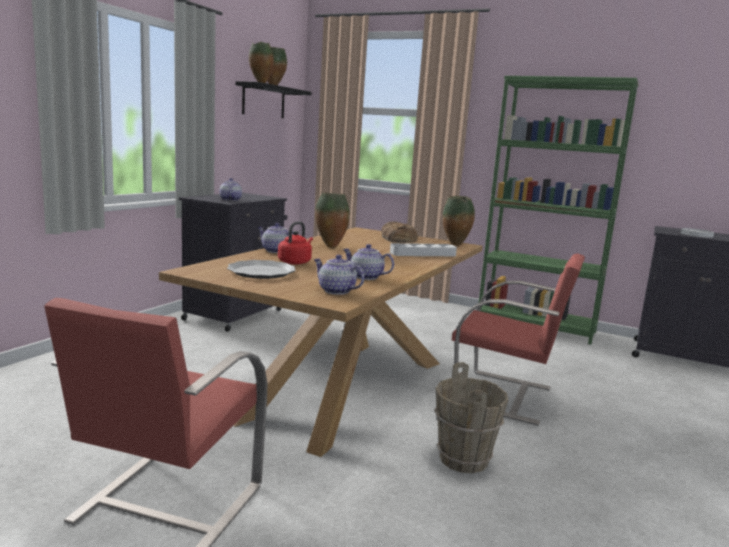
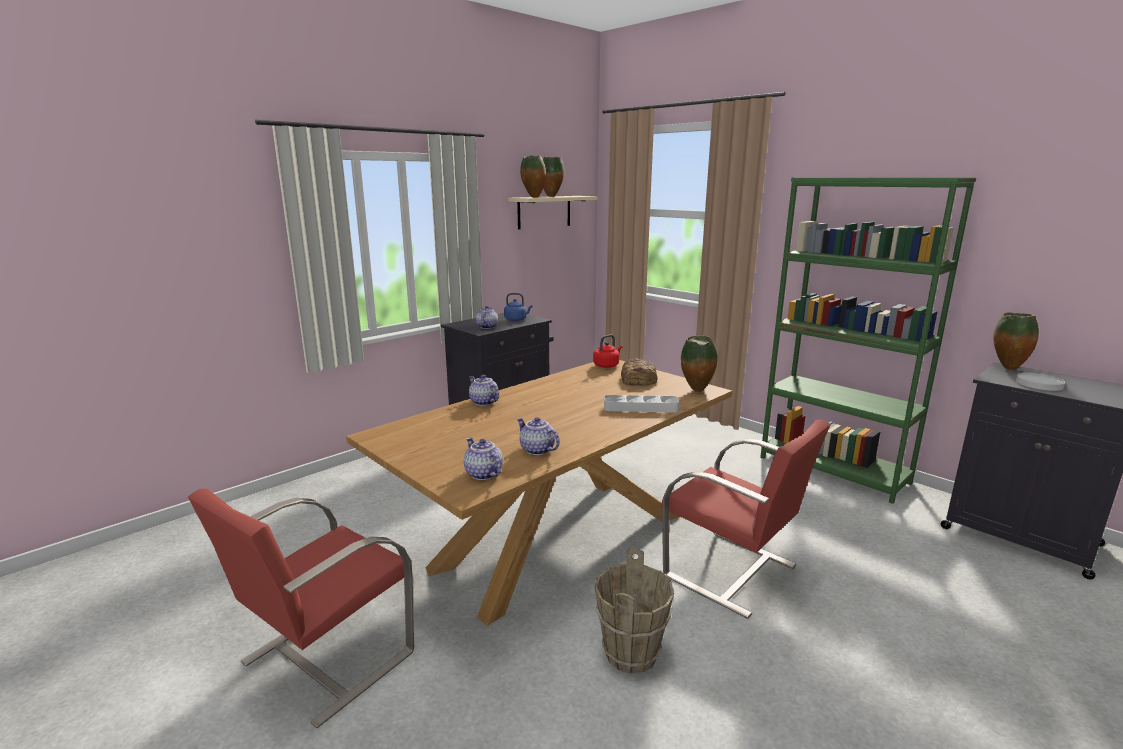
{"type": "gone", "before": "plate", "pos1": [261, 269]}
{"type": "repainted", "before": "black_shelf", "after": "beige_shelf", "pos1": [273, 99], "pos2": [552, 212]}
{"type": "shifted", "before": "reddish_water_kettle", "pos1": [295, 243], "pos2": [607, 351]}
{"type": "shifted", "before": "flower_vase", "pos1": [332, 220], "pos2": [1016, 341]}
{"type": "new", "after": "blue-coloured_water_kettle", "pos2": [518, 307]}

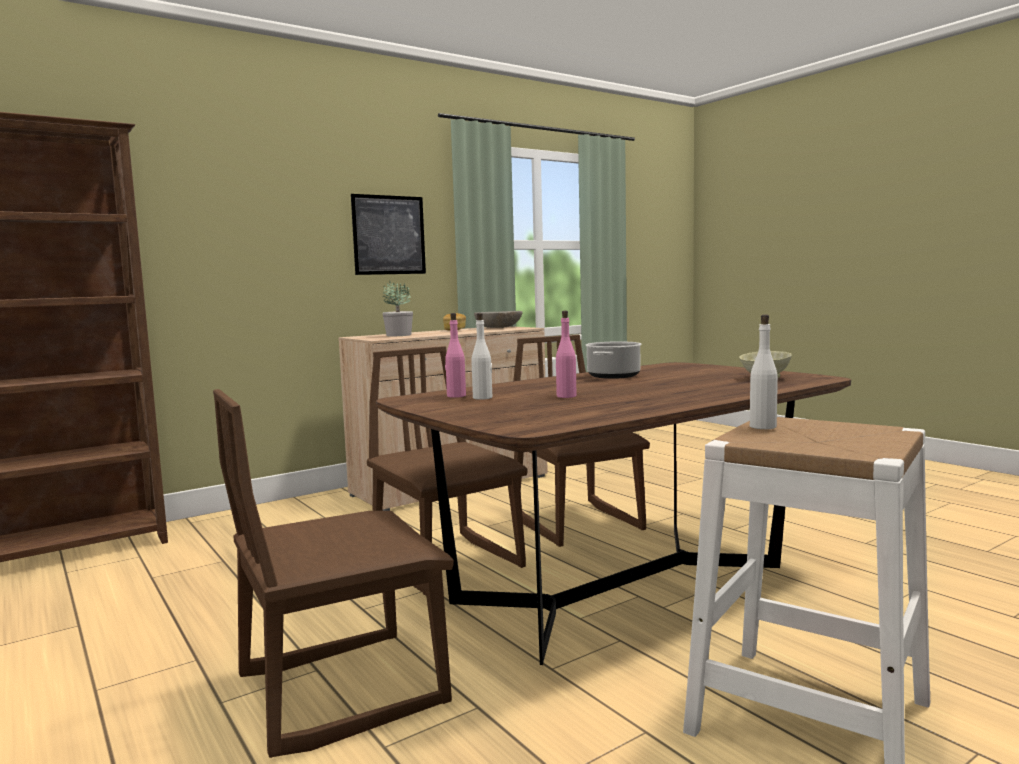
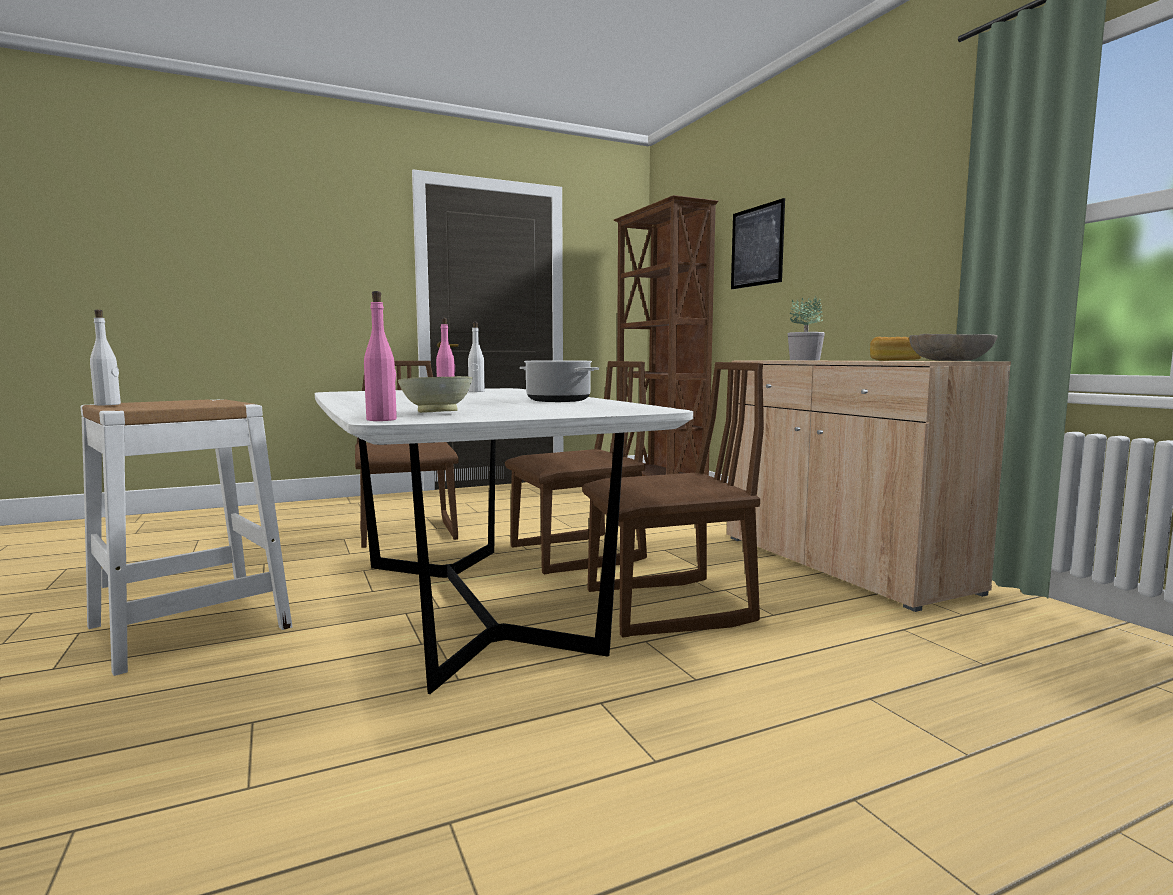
{"type": "shifted", "before": "picture", "pos1": [388, 234], "pos2": [758, 243]}
{"type": "repainted", "before": "brownish_dinner_table", "after": "white-coloured_dinner_table", "pos1": [613, 513], "pos2": [504, 541]}
{"type": "shifted", "before": "pink-coloured_drink_bottle", "pos1": [455, 355], "pos2": [380, 356]}
{"type": "shifted", "before": "white-coloured_drink_bottle", "pos1": [764, 372], "pos2": [105, 357]}

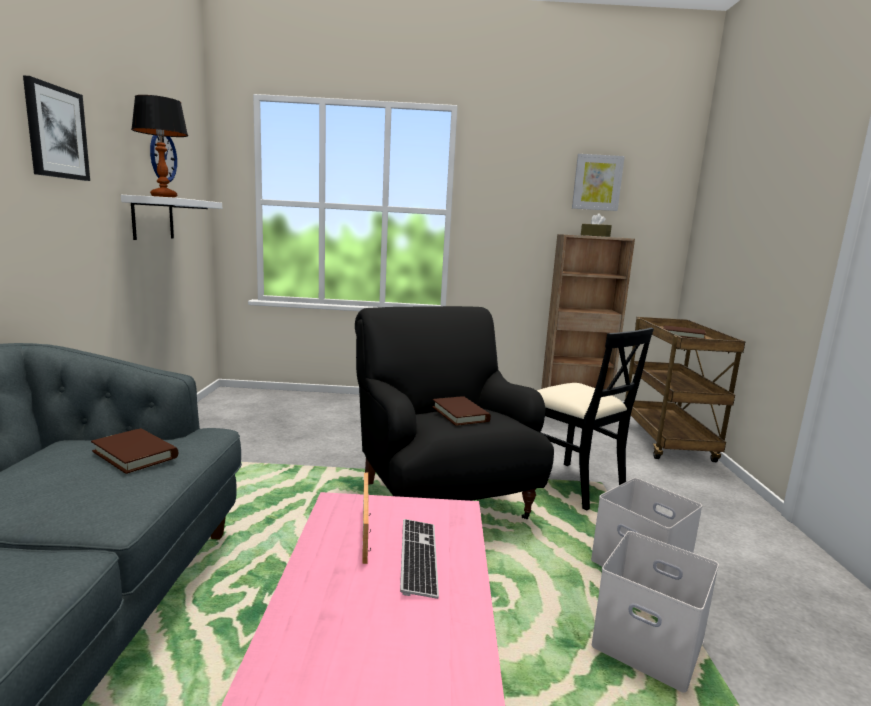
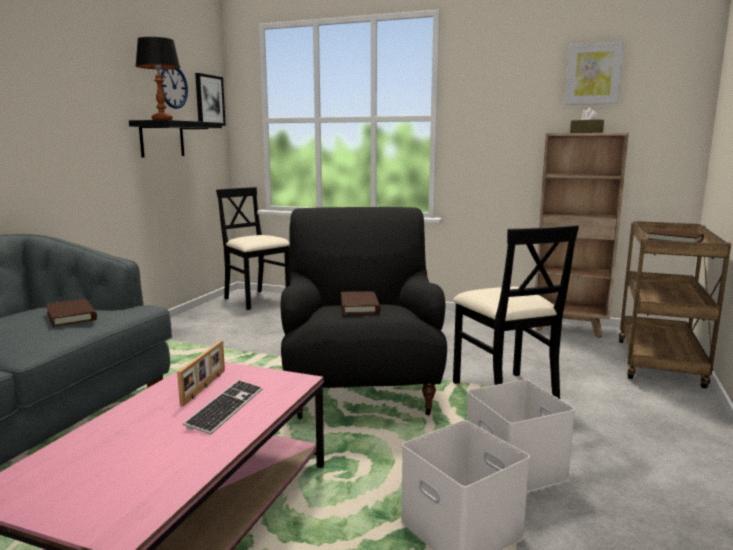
{"type": "shifted", "before": "picture", "pos1": [56, 128], "pos2": [210, 99]}
{"type": "repainted", "before": "white-coloured_shelf", "after": "black_shelf", "pos1": [171, 217], "pos2": [175, 138]}
{"type": "new", "after": "black_chair", "pos2": [253, 248]}

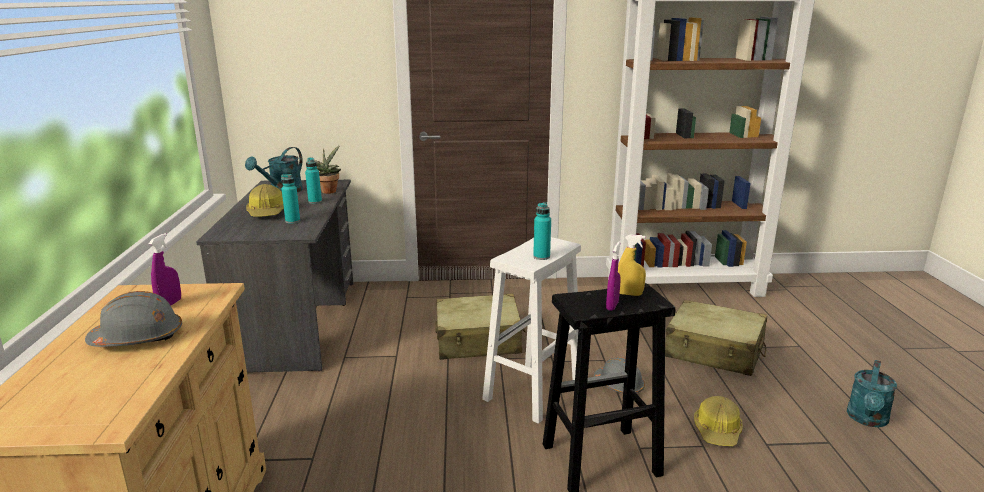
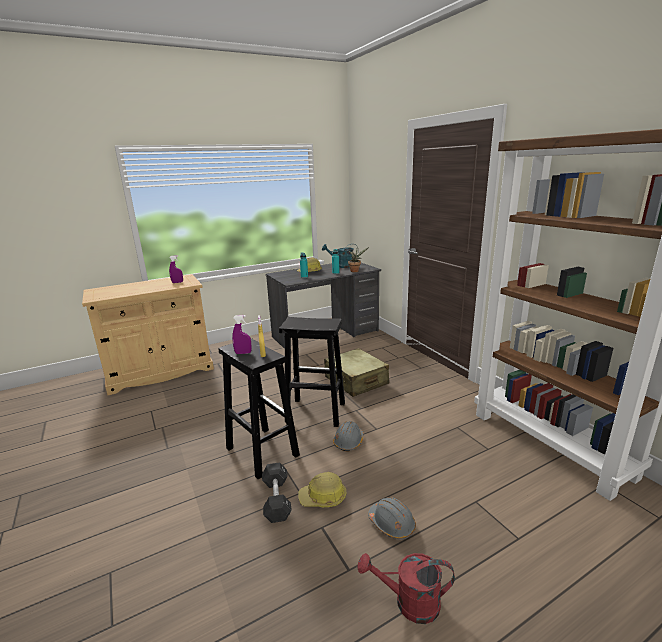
{"type": "shifted", "before": "gray_safety_helmet", "pos1": [133, 319], "pos2": [392, 518]}
{"type": "repainted", "before": "white-coloured_stool_seat", "after": "black_stool_seat", "pos1": [531, 330], "pos2": [312, 372]}
{"type": "gone", "before": "turquoise-coloured_drink_bottle", "pos1": [542, 231]}
{"type": "gone", "before": "beige_travel_case", "pos1": [716, 338]}
{"type": "repainted", "before": "turquoise-coloured_watering_pot", "after": "reddish_watering_pot", "pos1": [872, 393], "pos2": [406, 588]}
{"type": "new", "after": "black_dumbbell", "pos2": [277, 492]}

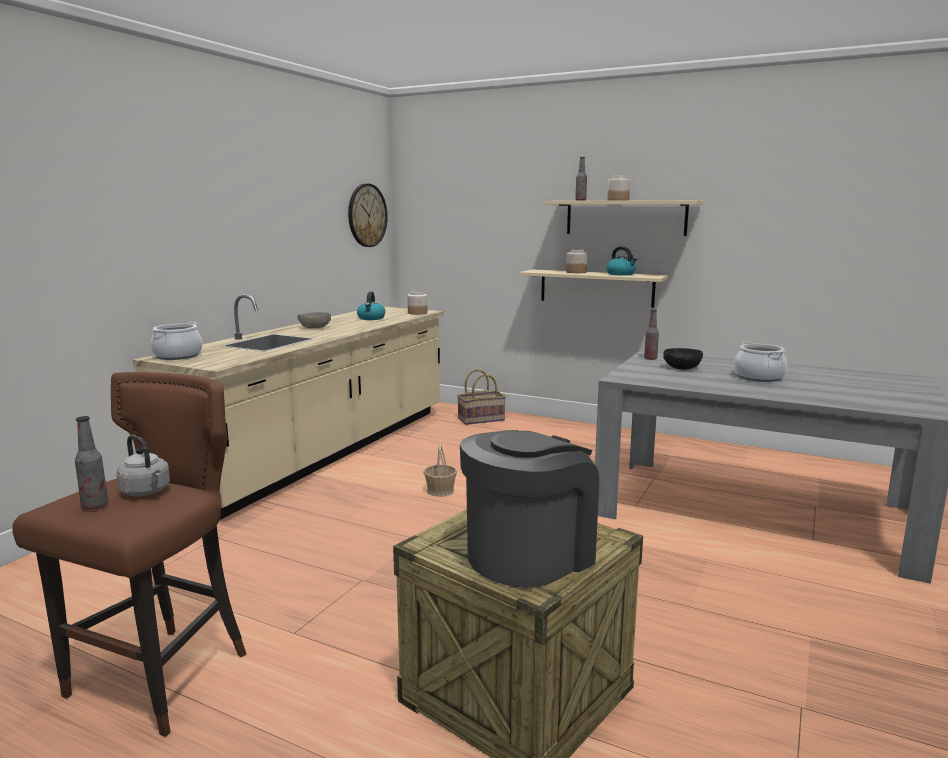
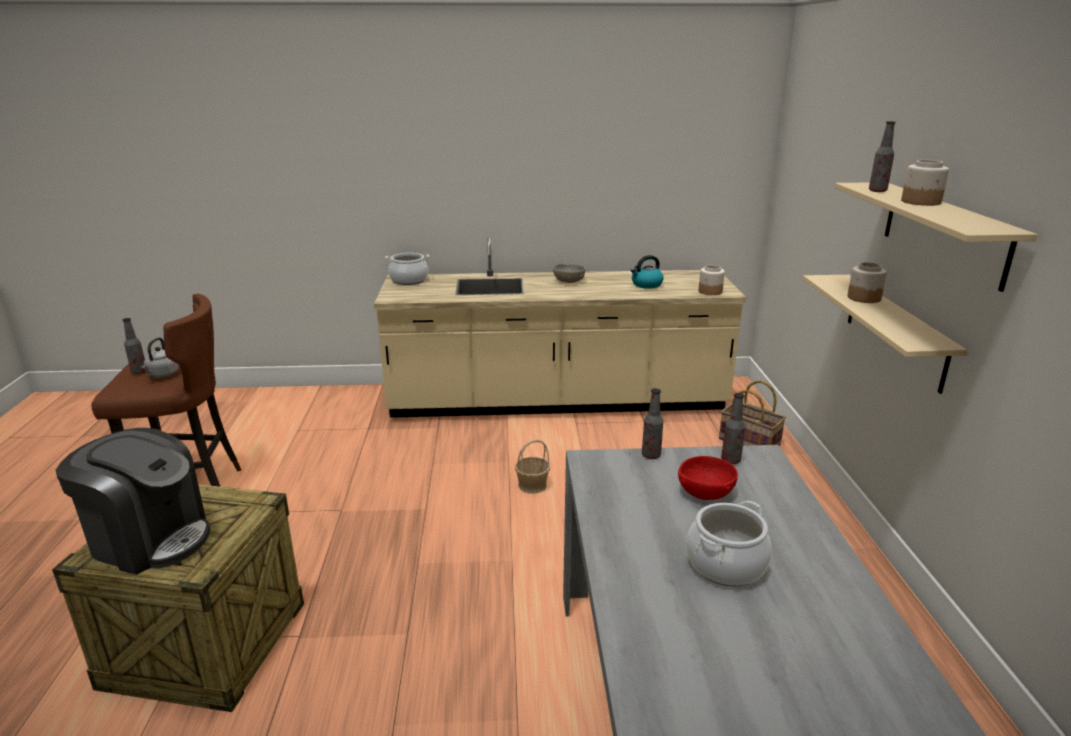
{"type": "gone", "before": "clock_on_the_wall", "pos1": [368, 215]}
{"type": "gone", "before": "water_kettle", "pos1": [621, 260]}
{"type": "repainted", "before": "black_serving_bowl", "after": "reddish_serving_bowl", "pos1": [683, 359], "pos2": [708, 478]}
{"type": "new", "after": "drink_bottle", "pos2": [652, 423]}

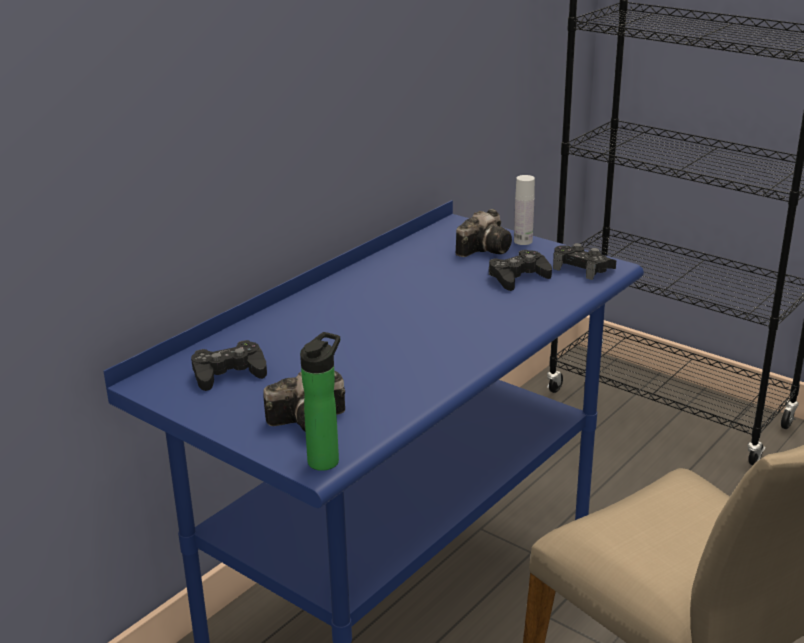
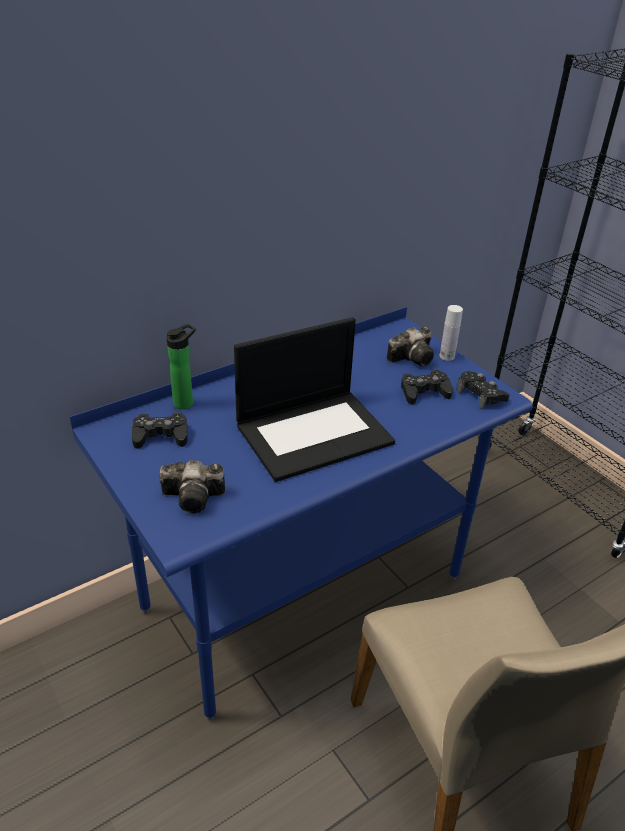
{"type": "shifted", "before": "drink_bottle", "pos1": [320, 401], "pos2": [181, 366]}
{"type": "new", "after": "notebook_computer", "pos2": [314, 399]}

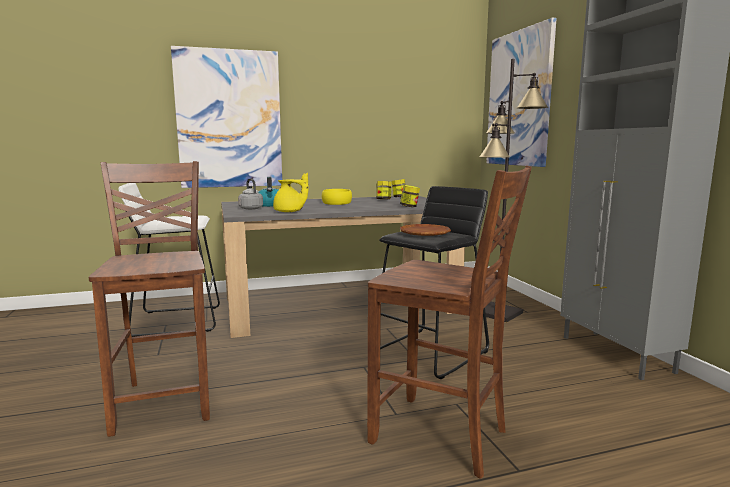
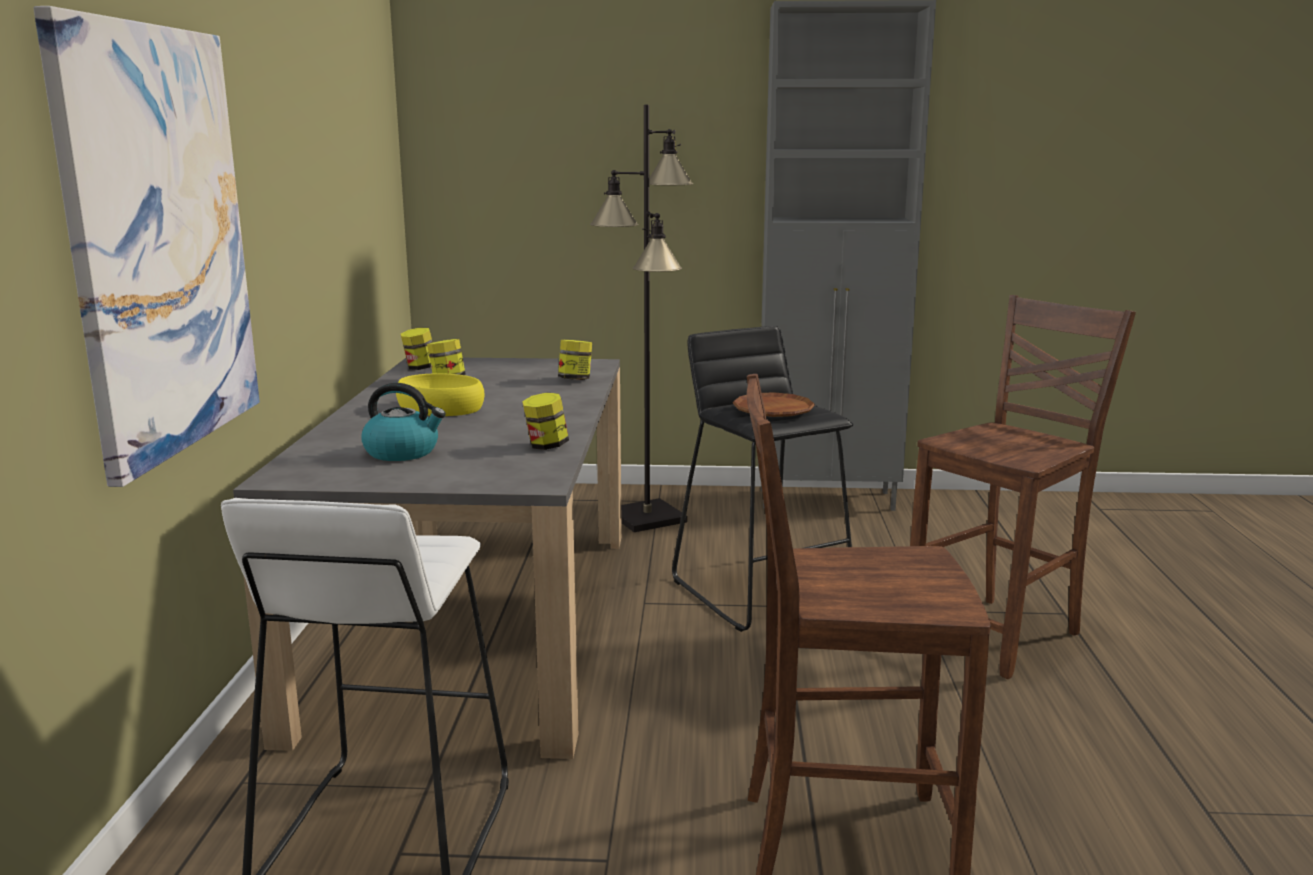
{"type": "gone", "before": "gray_water_kettle", "pos1": [250, 194]}
{"type": "swapped", "before": "yellowish_tea_pot", "after": "preserve_jar", "pos1": [290, 192], "pos2": [545, 421]}
{"type": "gone", "before": "picture", "pos1": [521, 92]}

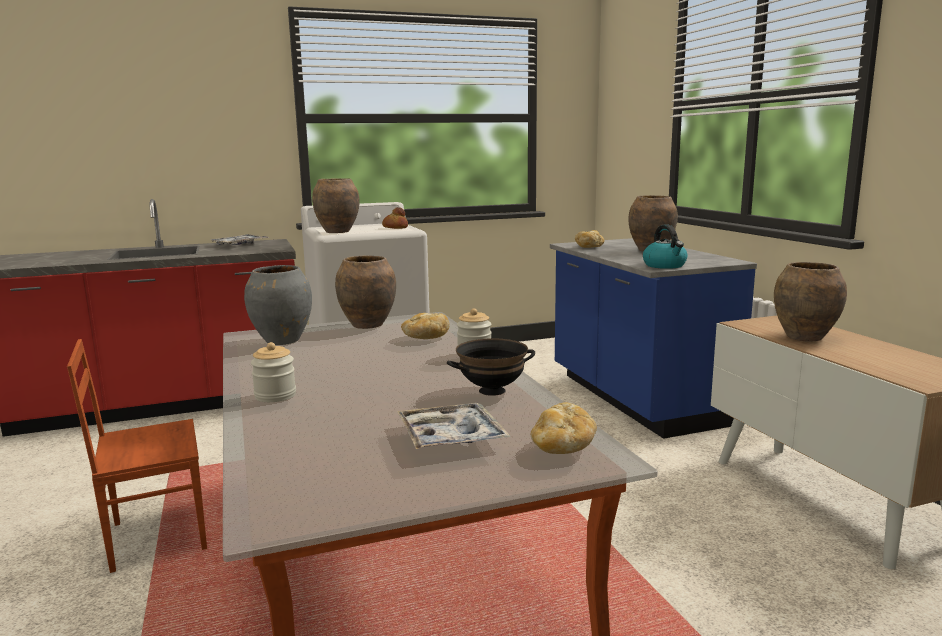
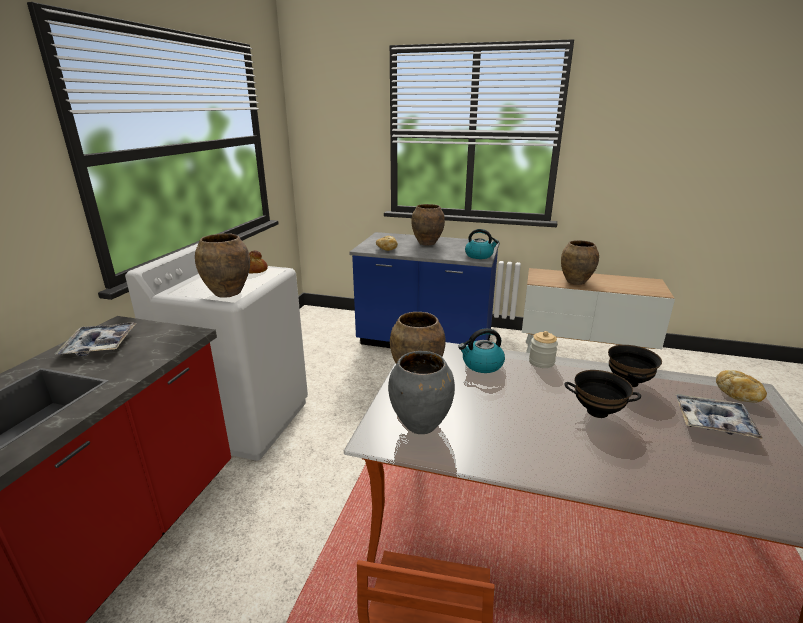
{"type": "gone", "before": "preserve_jar", "pos1": [273, 372]}
{"type": "swapped", "before": "bread", "after": "water_kettle", "pos1": [425, 326], "pos2": [481, 350]}
{"type": "new", "after": "black_serving_bowl", "pos2": [602, 394]}

